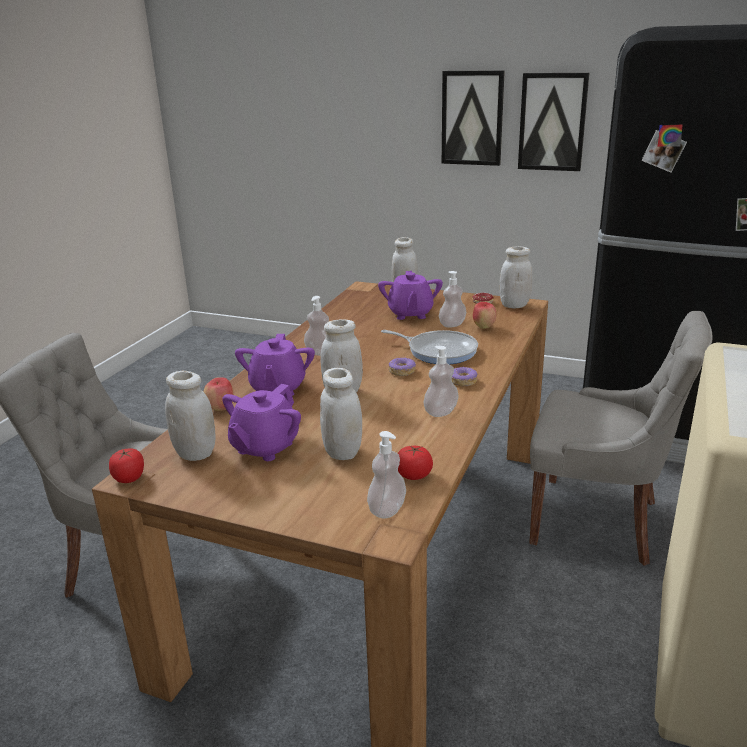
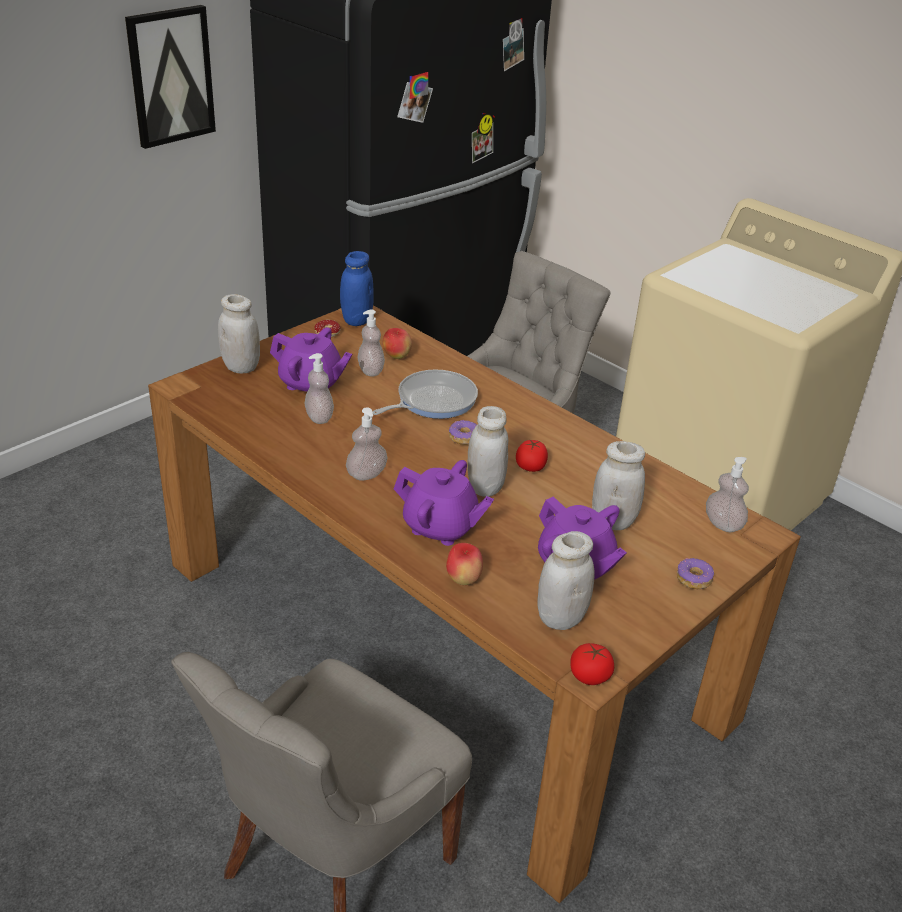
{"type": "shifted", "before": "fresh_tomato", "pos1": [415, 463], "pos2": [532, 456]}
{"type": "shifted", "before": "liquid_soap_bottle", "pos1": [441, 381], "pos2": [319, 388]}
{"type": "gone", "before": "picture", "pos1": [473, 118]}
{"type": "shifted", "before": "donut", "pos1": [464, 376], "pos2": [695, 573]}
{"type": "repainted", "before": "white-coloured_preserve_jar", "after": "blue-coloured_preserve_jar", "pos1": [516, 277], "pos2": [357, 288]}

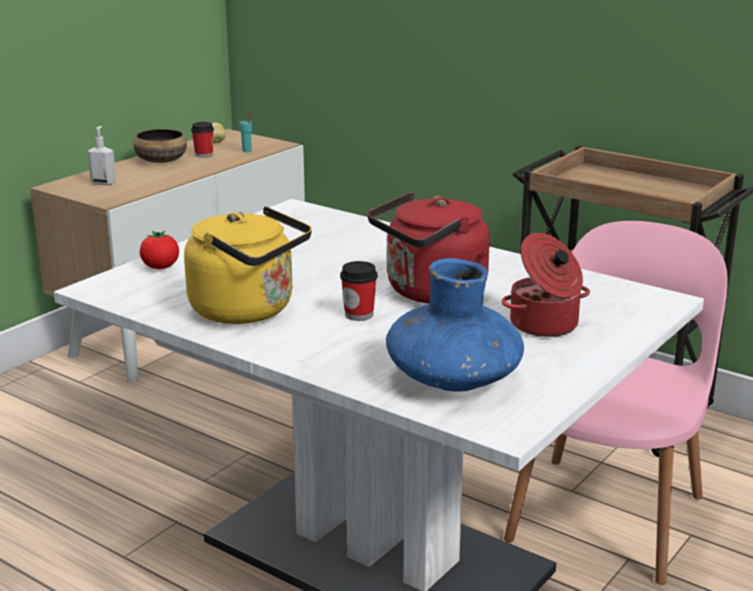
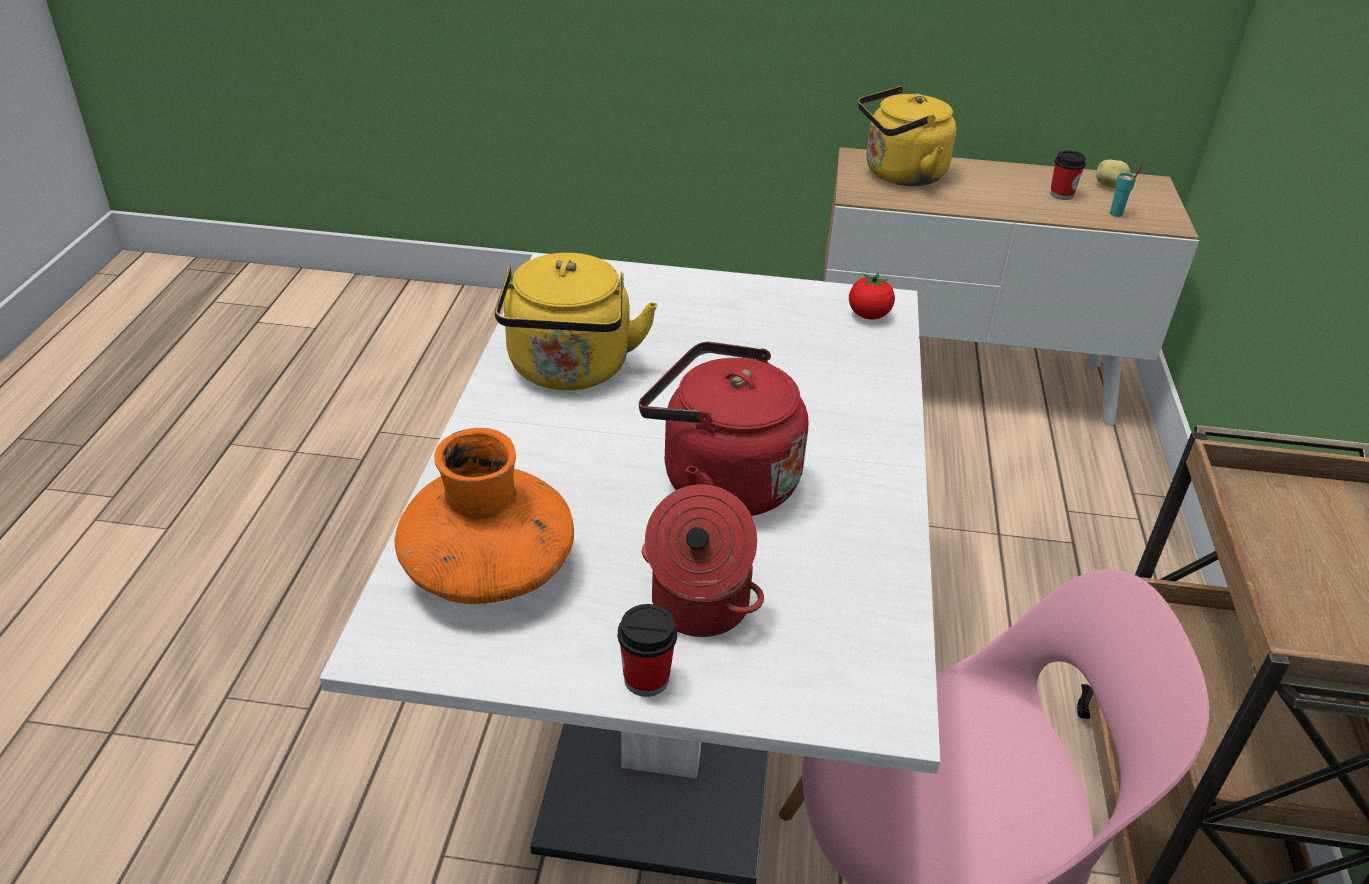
{"type": "swapped", "before": "liquid_soap_bottle", "after": "yellowish_water_kettle", "pos1": [101, 155], "pos2": [907, 136]}
{"type": "gone", "before": "serving_bowl", "pos1": [160, 146]}
{"type": "shifted", "before": "fresh_tomato", "pos1": [159, 249], "pos2": [872, 296]}
{"type": "shifted", "before": "drinking_cup", "pos1": [358, 291], "pos2": [647, 650]}
{"type": "repainted", "before": "blue-coloured_flower_vase", "after": "orange_flower_vase", "pos1": [455, 325], "pos2": [484, 516]}

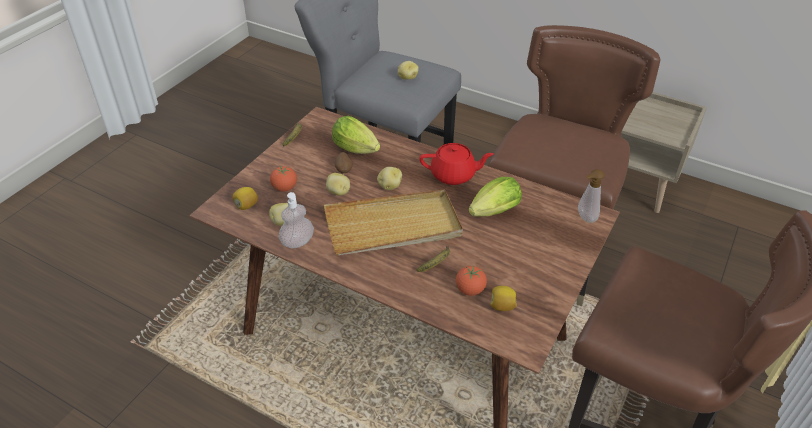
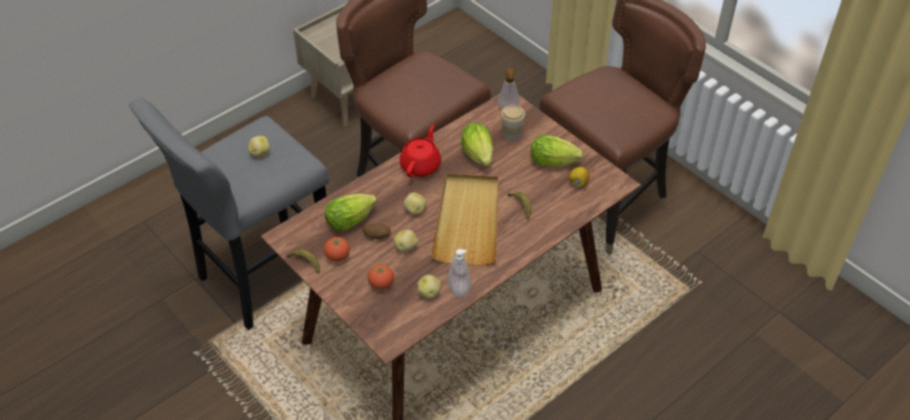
{"type": "gone", "before": "whole_lemon", "pos1": [245, 198]}
{"type": "shifted", "before": "fresh_tomato", "pos1": [471, 280], "pos2": [337, 249]}
{"type": "new", "after": "drinking_cup", "pos2": [513, 123]}
{"type": "new", "after": "head_of_lettuce", "pos2": [557, 151]}

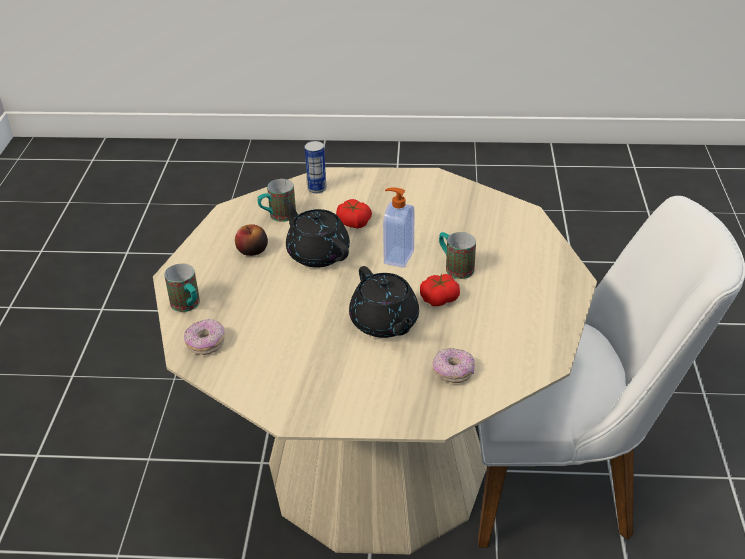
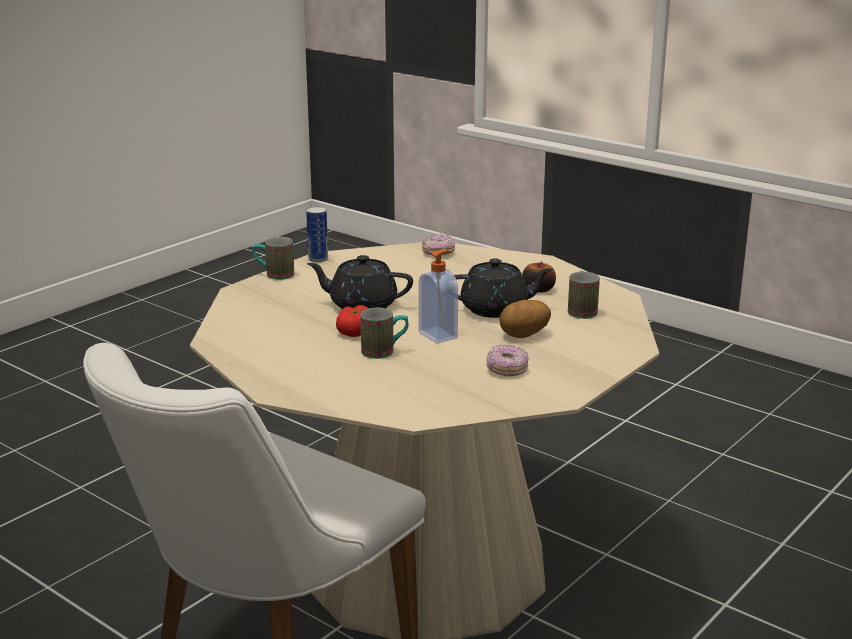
{"type": "shifted", "before": "mug", "pos1": [182, 288], "pos2": [273, 258]}
{"type": "shifted", "before": "can", "pos1": [315, 167], "pos2": [317, 234]}
{"type": "swapped", "before": "fresh_tomato", "after": "spud", "pos1": [354, 213], "pos2": [525, 319]}
{"type": "shifted", "before": "donut", "pos1": [454, 365], "pos2": [507, 360]}

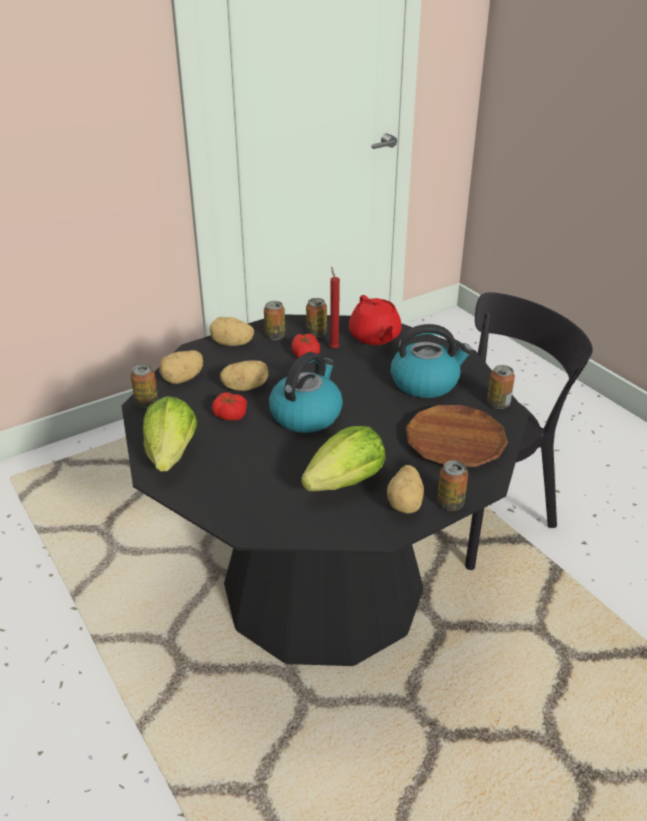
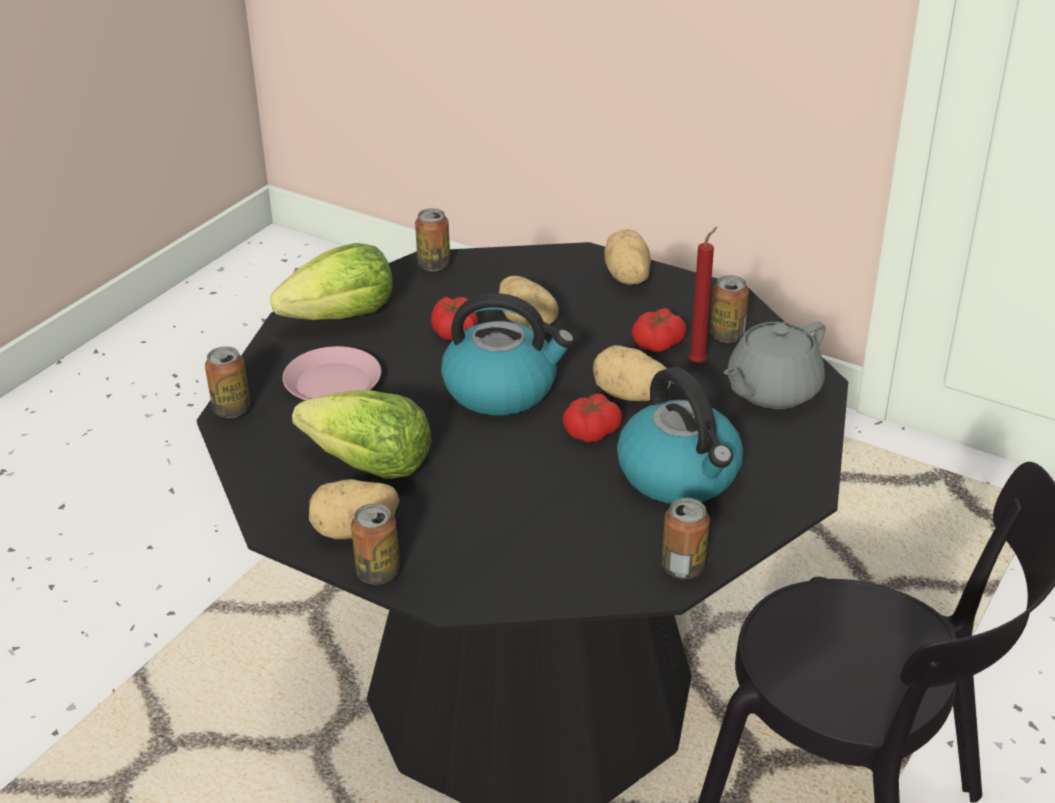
{"type": "shifted", "before": "spud", "pos1": [181, 367], "pos2": [632, 373]}
{"type": "shifted", "before": "can", "pos1": [275, 320], "pos2": [228, 382]}
{"type": "repainted", "before": "reddish_tea_pot", "after": "gray_tea_pot", "pos1": [375, 320], "pos2": [775, 365]}
{"type": "gone", "before": "brownish_plate", "pos1": [457, 436]}
{"type": "new", "after": "pink-coloured_plate", "pos2": [332, 373]}
{"type": "new", "after": "fresh_tomato", "pos2": [592, 418]}

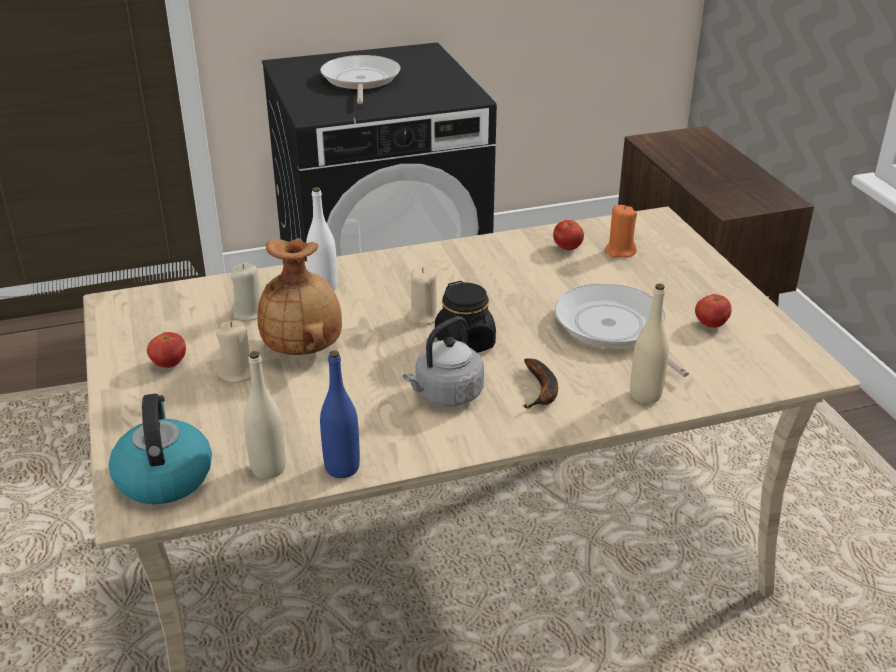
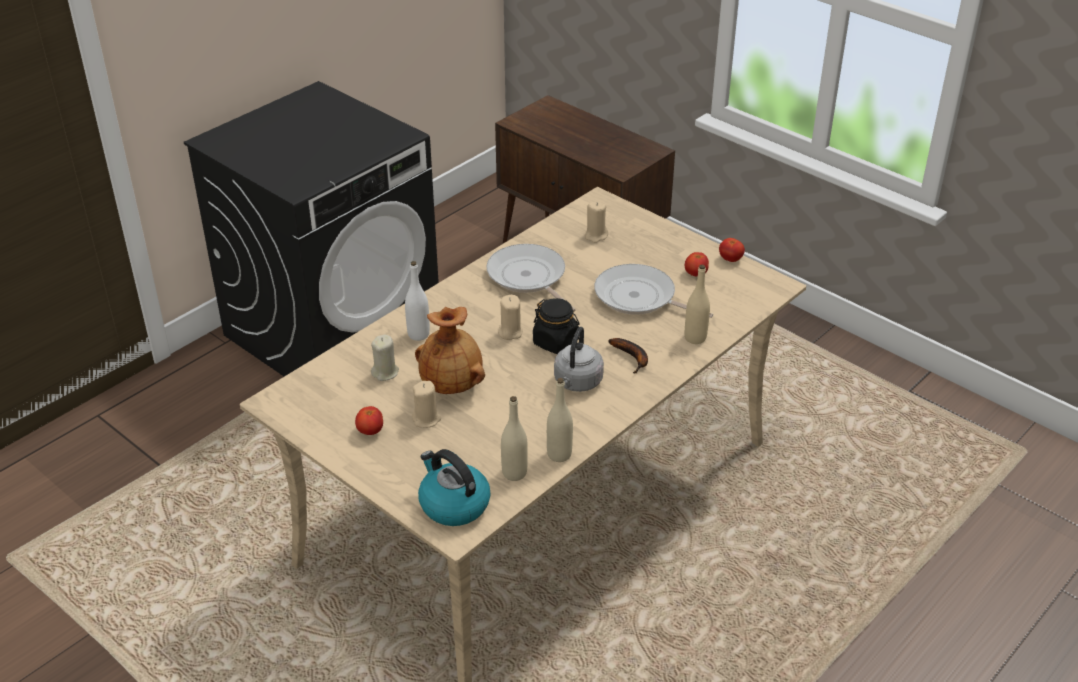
{"type": "shifted", "before": "pan", "pos1": [360, 79], "pos2": [530, 278]}
{"type": "repainted", "before": "blue-coloured_drink_bottle", "after": "beige_drink_bottle", "pos1": [340, 414], "pos2": [560, 420]}
{"type": "shifted", "before": "fresh_tomato", "pos1": [568, 235], "pos2": [732, 250]}
{"type": "repainted", "before": "orange_wax_candle", "after": "beige_wax_candle", "pos1": [620, 231], "pos2": [596, 222]}

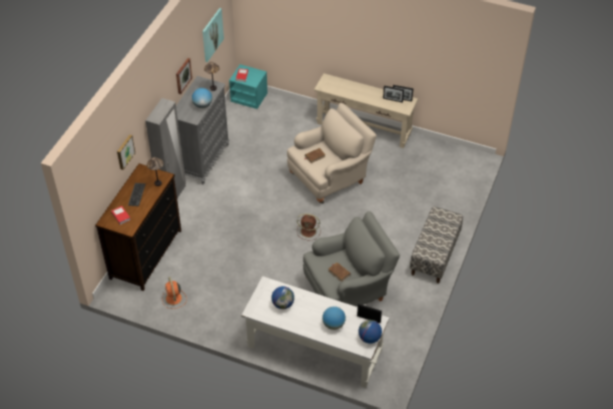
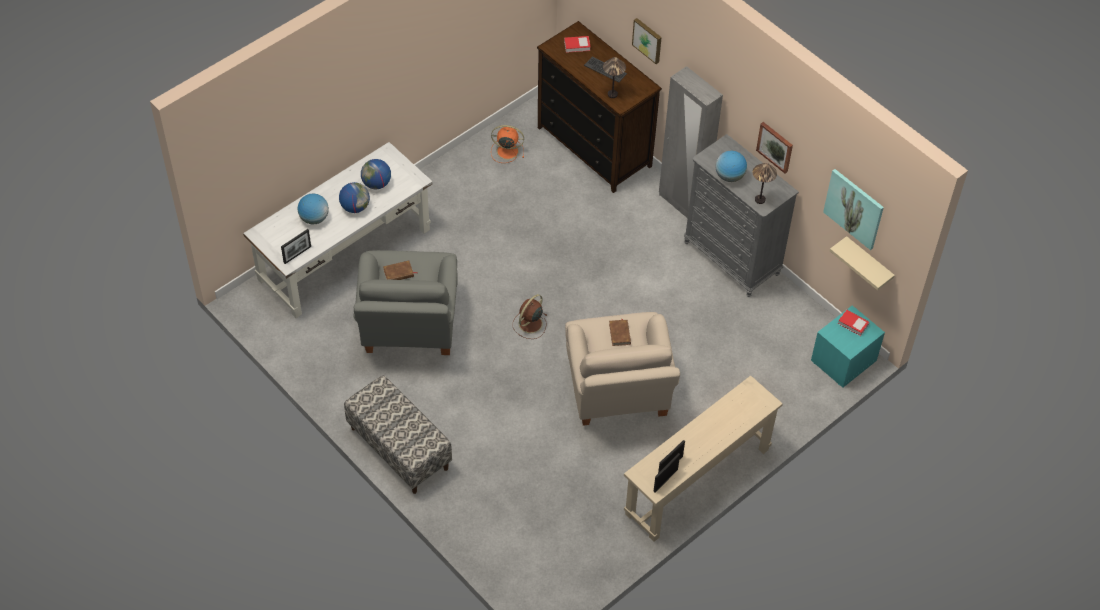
{"type": "shifted", "before": "globe", "pos1": [370, 331], "pos2": [354, 197]}
{"type": "new", "after": "beige_shelf", "pos2": [862, 263]}

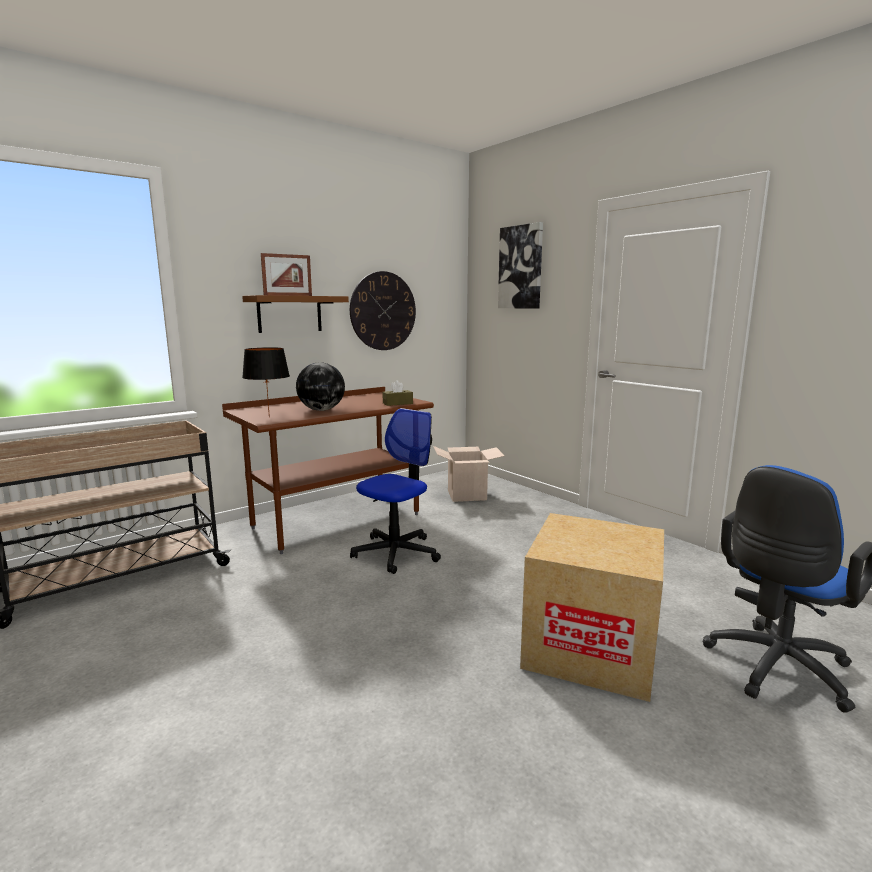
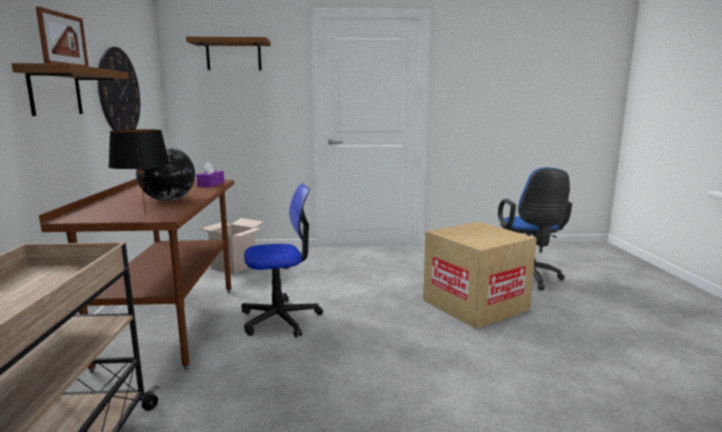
{"type": "rotated", "before": "computer_chair", "pos1": [395, 491], "pos2": [282, 260], "turn": 90}
{"type": "repainted", "before": "brownish_box_of_tissues", "after": "purple_box_of_tissues", "pos1": [397, 393], "pos2": [210, 174]}
{"type": "swapped", "before": "picture", "after": "brownish_shelf", "pos1": [520, 265], "pos2": [228, 53]}

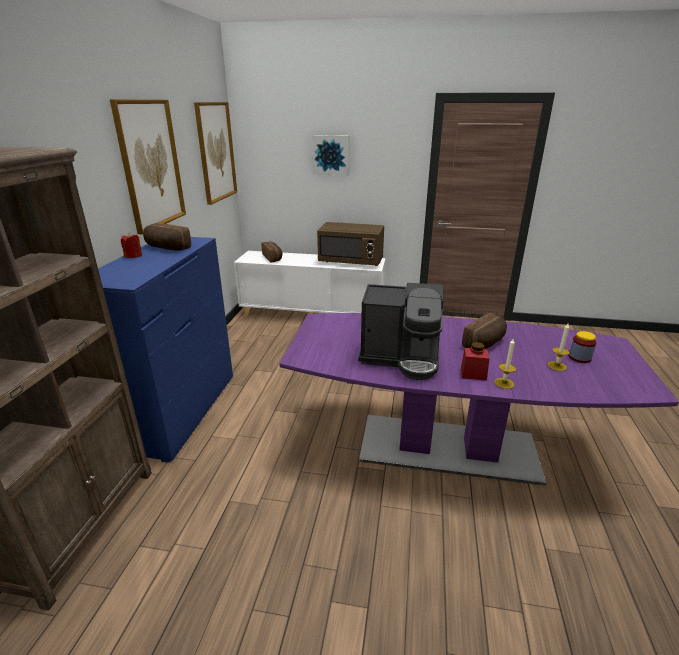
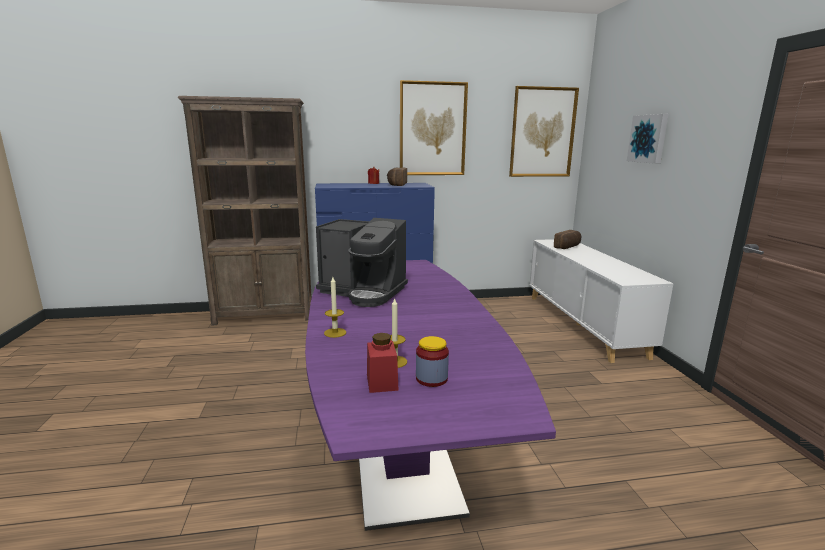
{"type": "gone", "before": "brownish_microwave_oven", "pos1": [350, 244]}
{"type": "rotated", "before": "coffee_maker", "pos1": [401, 331], "pos2": [362, 262], "turn": -60}
{"type": "shifted", "before": "reddish_preserve_jar", "pos1": [475, 361], "pos2": [383, 363]}
{"type": "gone", "before": "bread", "pos1": [484, 331]}

